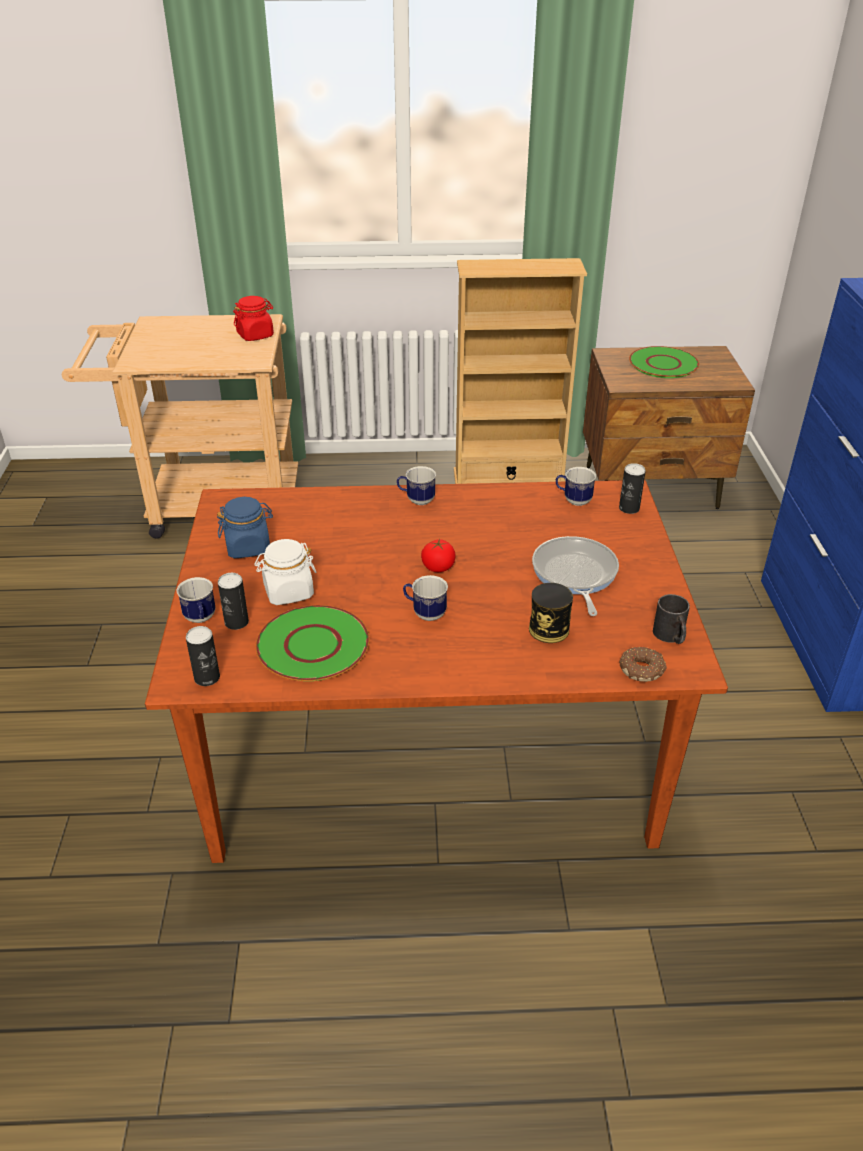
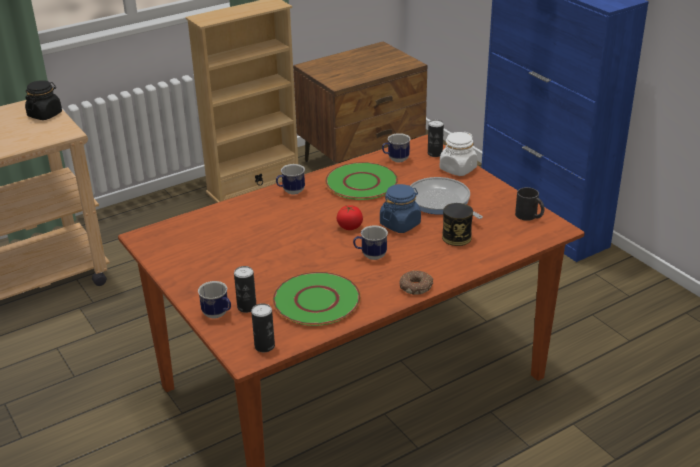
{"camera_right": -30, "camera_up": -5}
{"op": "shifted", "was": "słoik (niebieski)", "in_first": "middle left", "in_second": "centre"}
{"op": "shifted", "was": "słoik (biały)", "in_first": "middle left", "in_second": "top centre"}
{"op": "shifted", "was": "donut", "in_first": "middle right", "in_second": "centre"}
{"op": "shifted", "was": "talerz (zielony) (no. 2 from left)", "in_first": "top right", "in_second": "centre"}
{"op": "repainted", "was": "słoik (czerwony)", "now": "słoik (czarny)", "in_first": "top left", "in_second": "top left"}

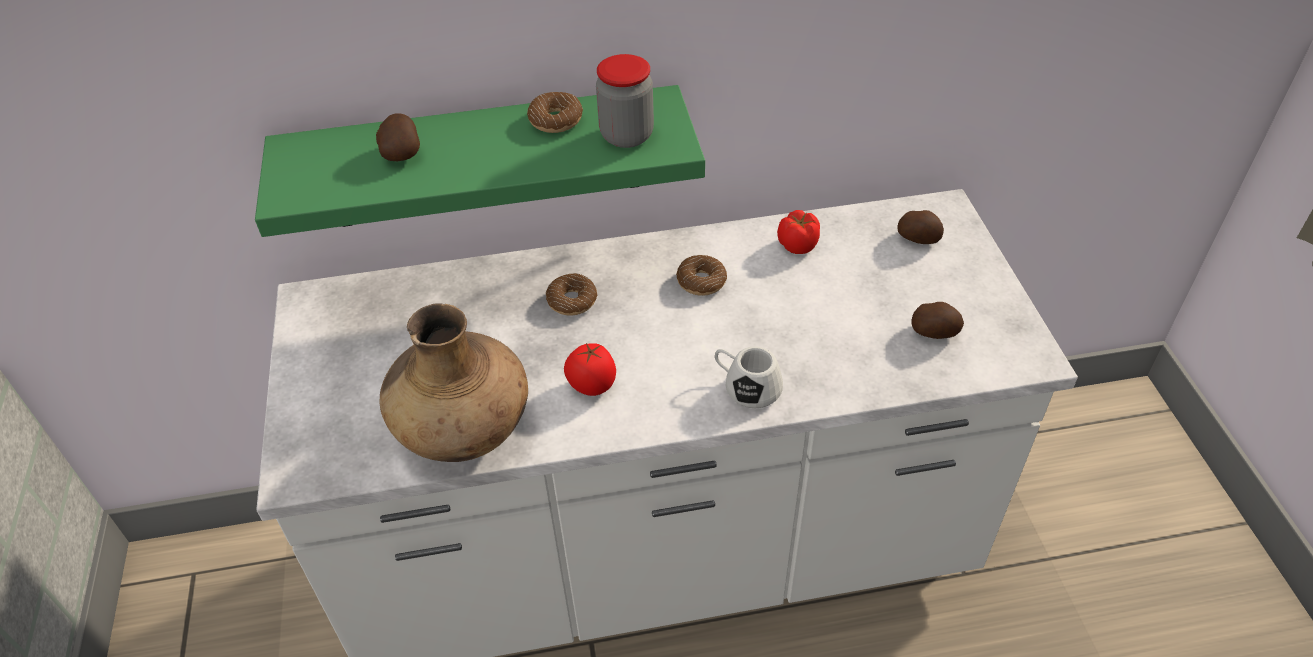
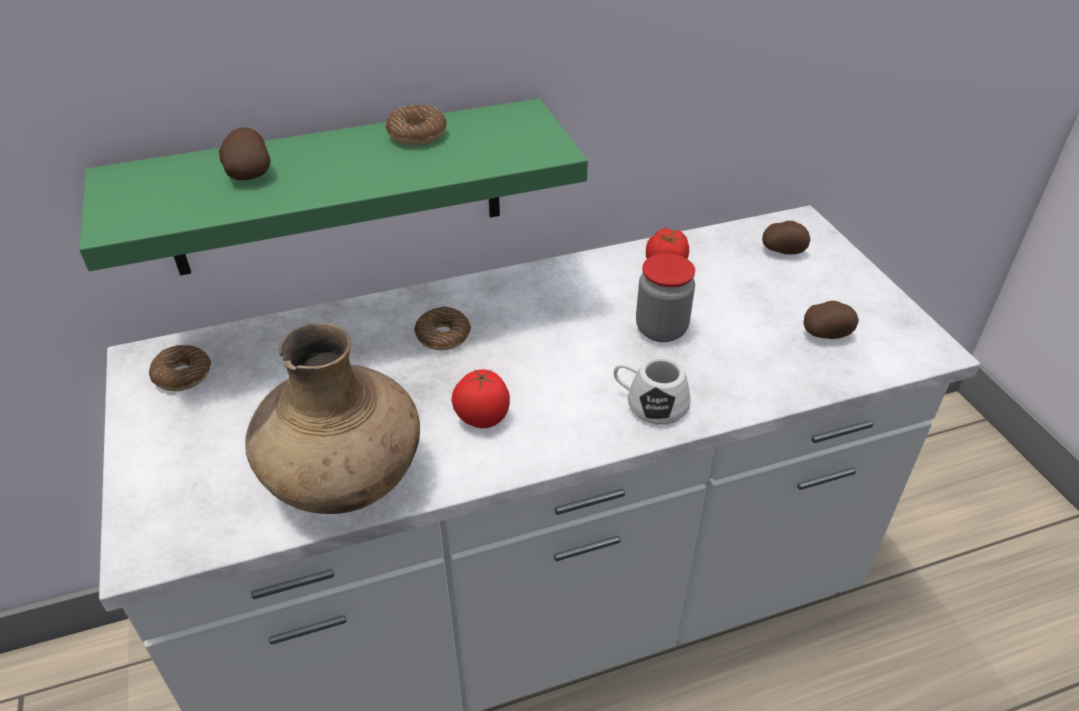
{"camera_right": -10, "camera_up": -5}
{"op": "shifted", "was": "słoik", "in_first": "top centre", "in_second": "centre"}
{"op": "shifted", "was": "donut (no. 3 from left in the first image)", "now": "donut (no. 1 from left)", "in_first": "centre", "in_second": "middle left"}

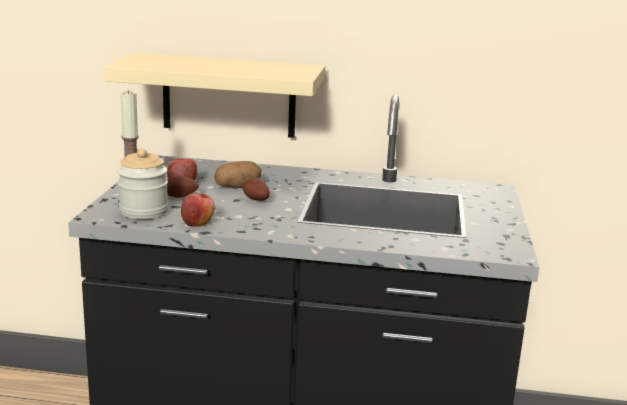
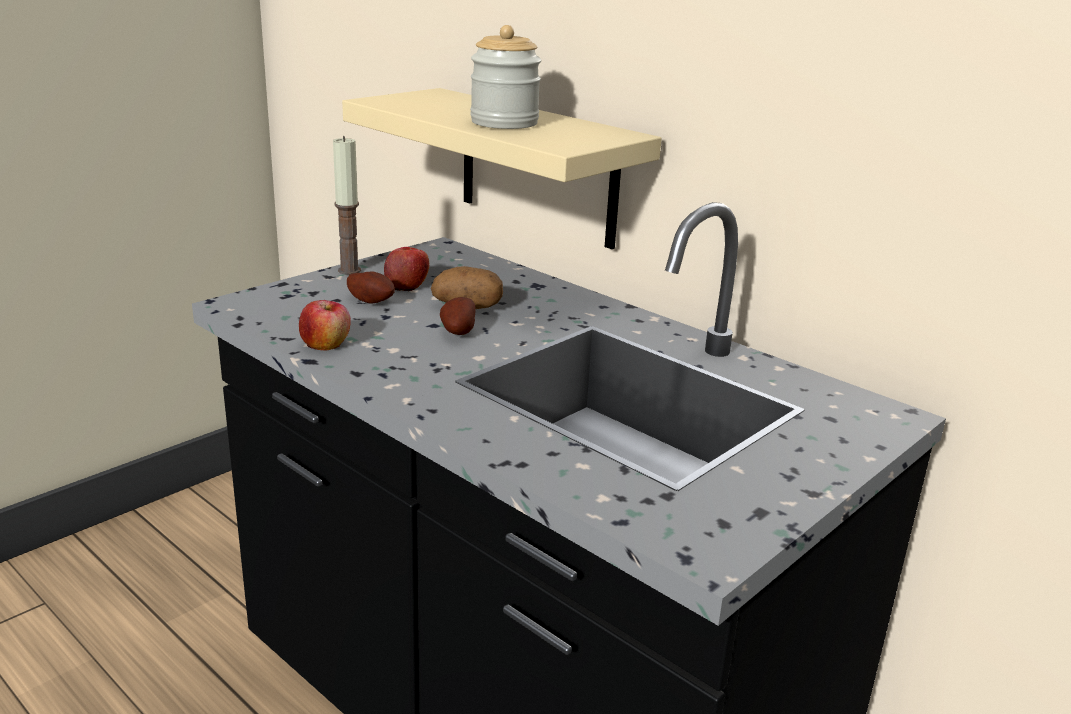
{"camera_right": 35, "camera_up": 5}
{"op": "shifted", "was": "słoik", "in_first": "middle left", "in_second": "top centre"}

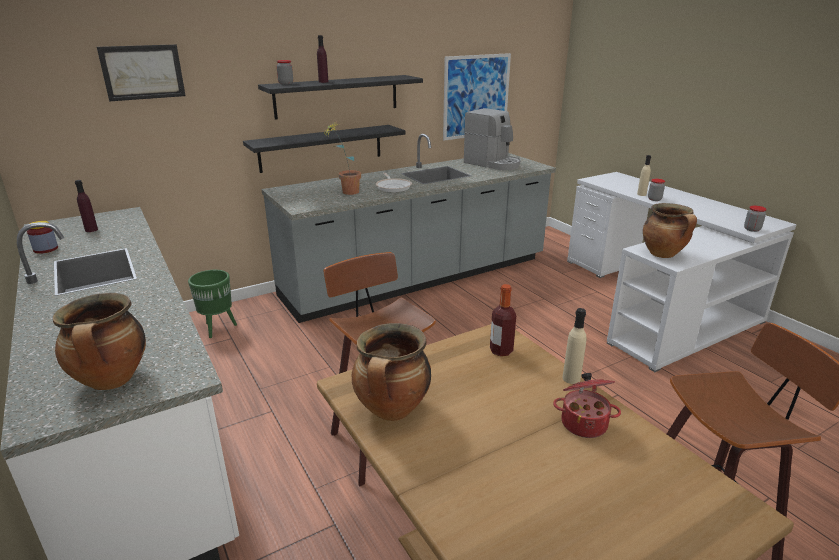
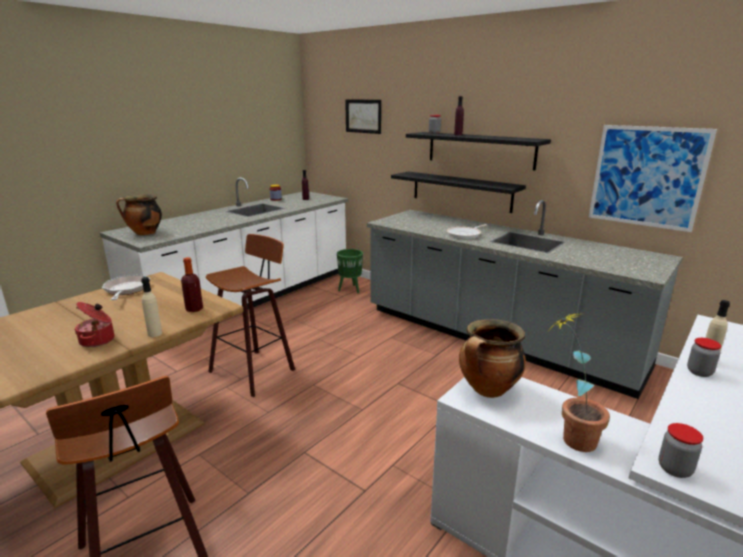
{"camera_right": 70, "camera_up": -5}
{"op": "gone", "was": "ekspres do kawy", "in_first": "top centre"}
{"op": "shifted", "was": "roślina doniczkowa", "in_first": "top centre", "in_second": "bottom right"}
{"op": "swapped", "was": "garnek (no. 2 from left)", "now": "patelnia (no. 1 from left)", "in_first": "centre", "in_second": "middle left"}

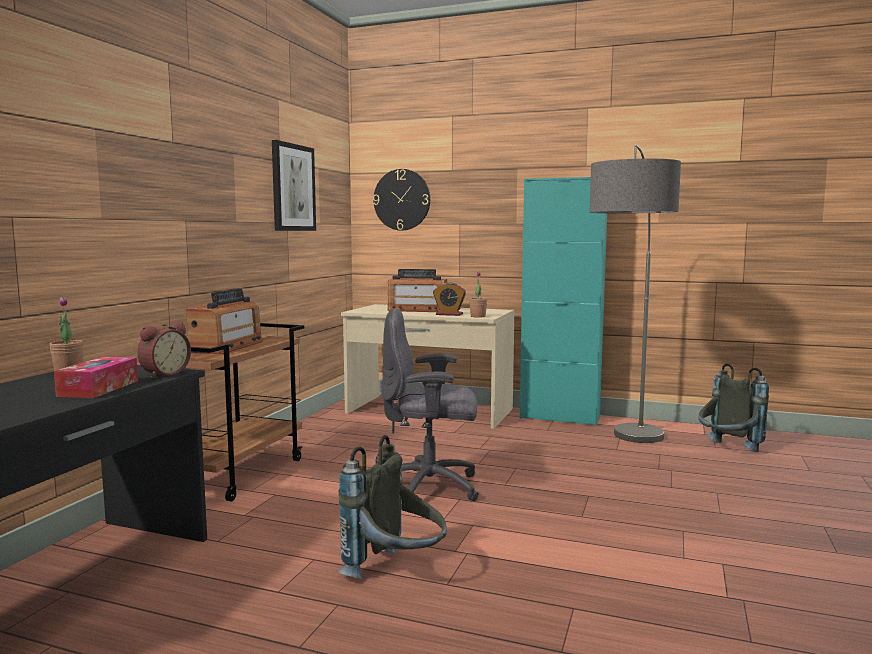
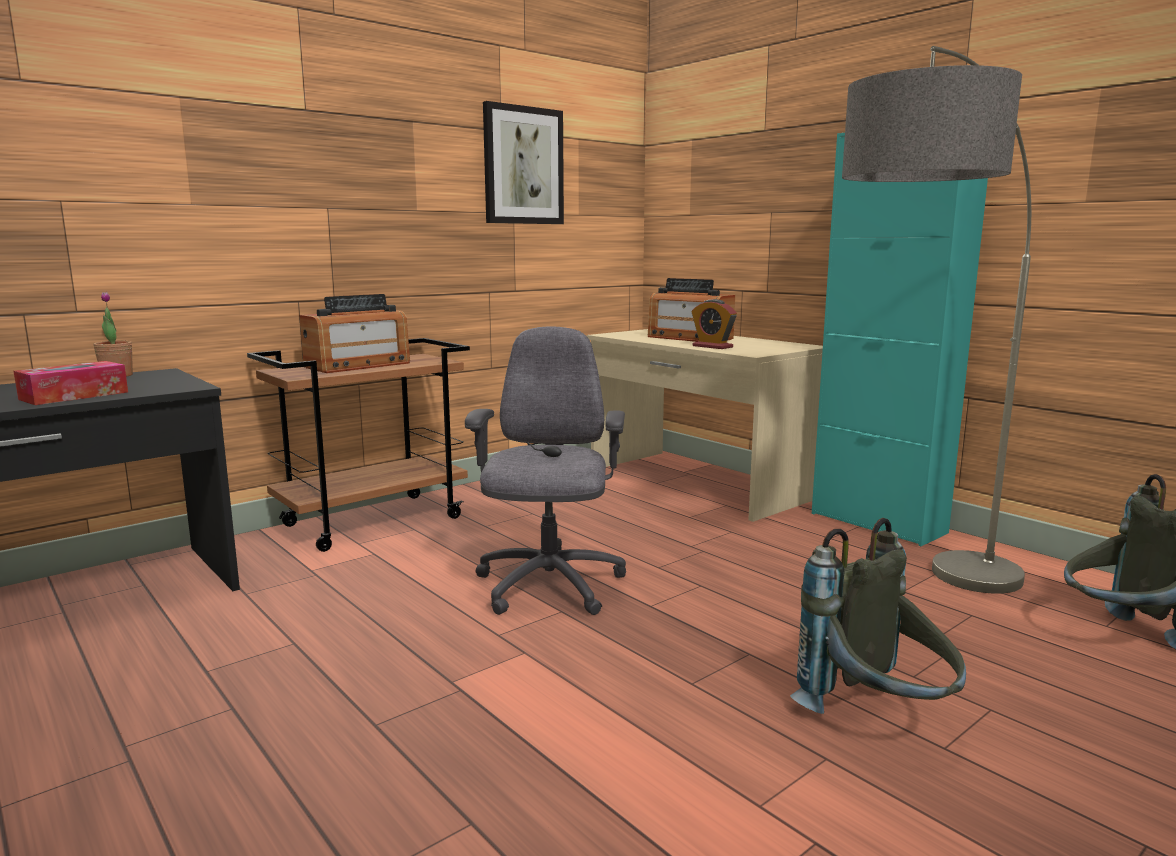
{"camera_right": 30, "camera_up": 5}
{"op": "gone", "was": "budzik (no. 1 from left)", "in_first": "middle left"}
{"op": "gone", "was": "zegar ścienny", "in_first": "top centre"}
{"op": "gone", "was": "roślina doniczkowa (no. 2 from left)", "in_first": "centre"}
{"op": "shifted", "was": "plecak (szary) (no. 1 from left)", "in_first": "bottom centre", "in_second": "bottom right"}
{"op": "rotated", "was": "krzesło biurowe (szary)", "in_first": "centre", "in_second": "centre", "clockwise": 60}

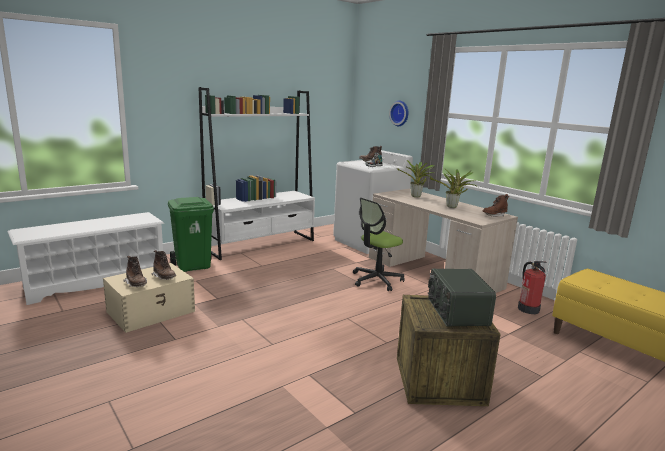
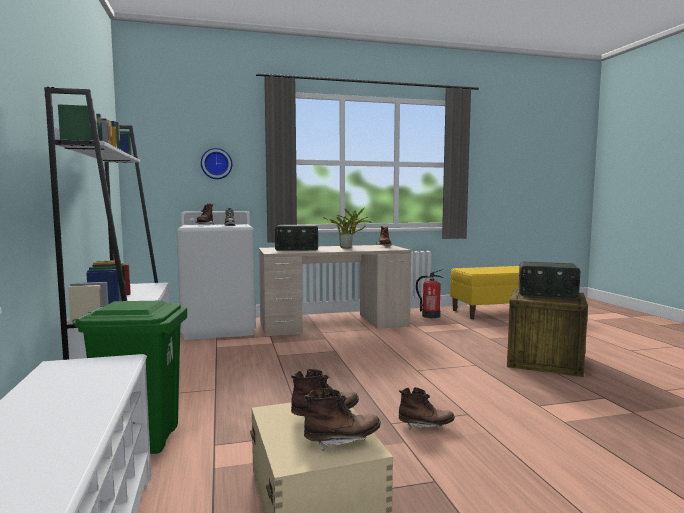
{"camera_right": -65, "camera_up": -10}
{"op": "gone", "was": "krzesło biurowe", "in_first": "centre"}
{"op": "new", "now": "but z cholewką (brązowy) (no. 5 from left)", "in_second": "bottom centre"}
{"op": "swapped", "was": "roślina doniczkowa (no. 1 from left)", "now": "radio (no. 1 from left)", "in_first": "centre", "in_second": "centre"}

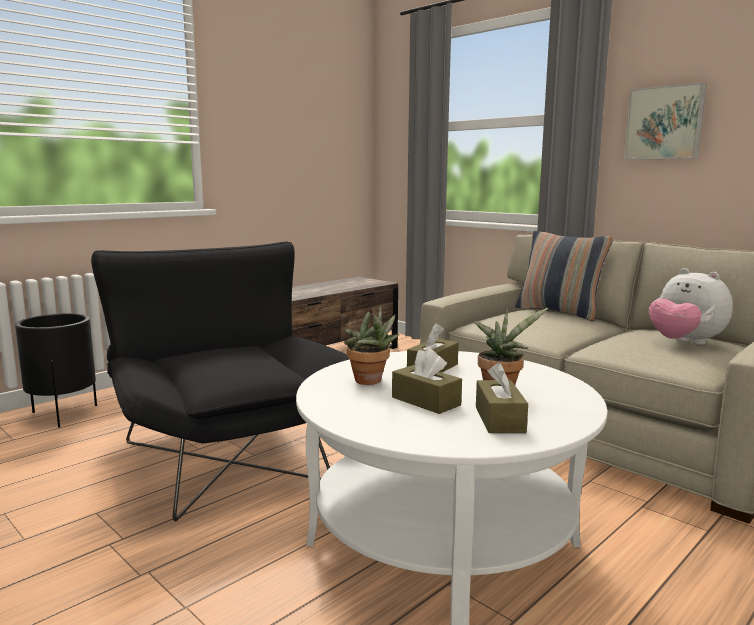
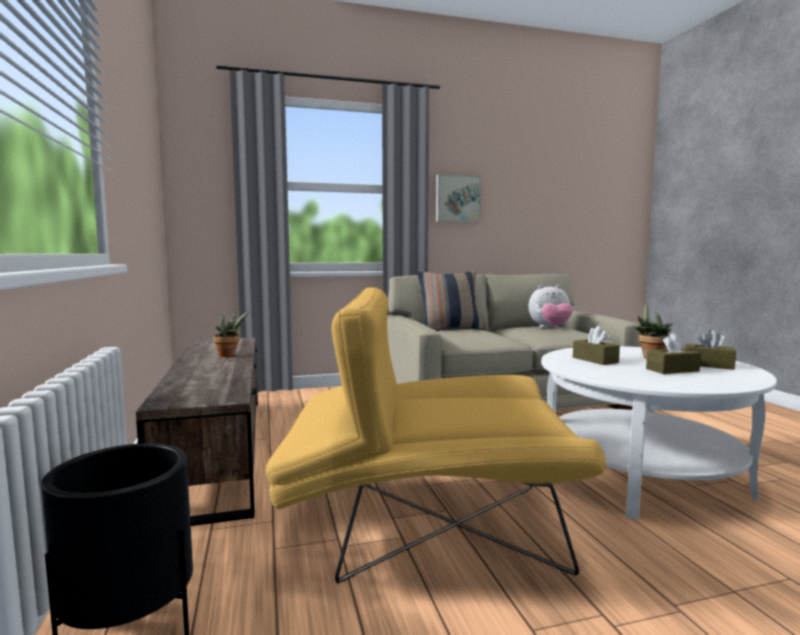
{"camera_right": -60, "camera_up": -5}
{"op": "shifted", "was": "roślina doniczkowa (no. 1 from left)", "in_first": "centre", "in_second": "middle left"}
{"op": "repainted", "was": "fotel (czarny)", "now": "fotel (żółty)", "in_first": "middle left", "in_second": "bottom centre"}

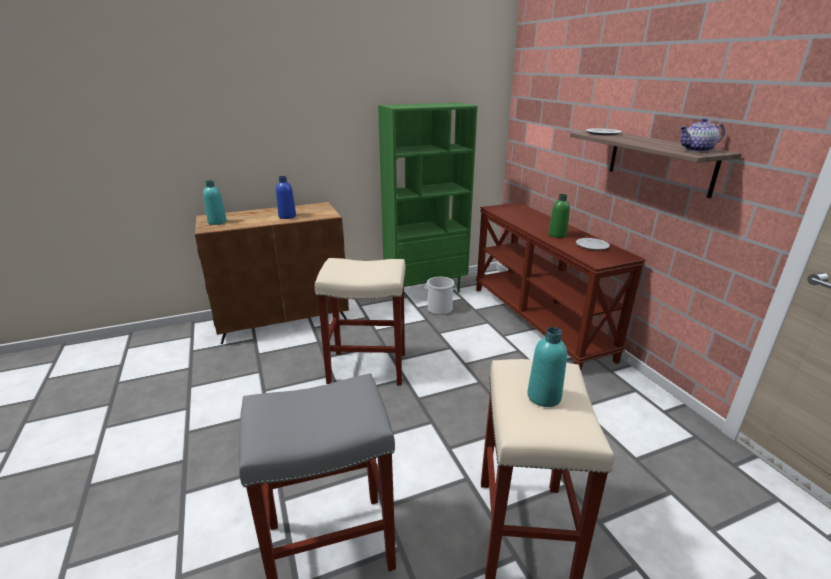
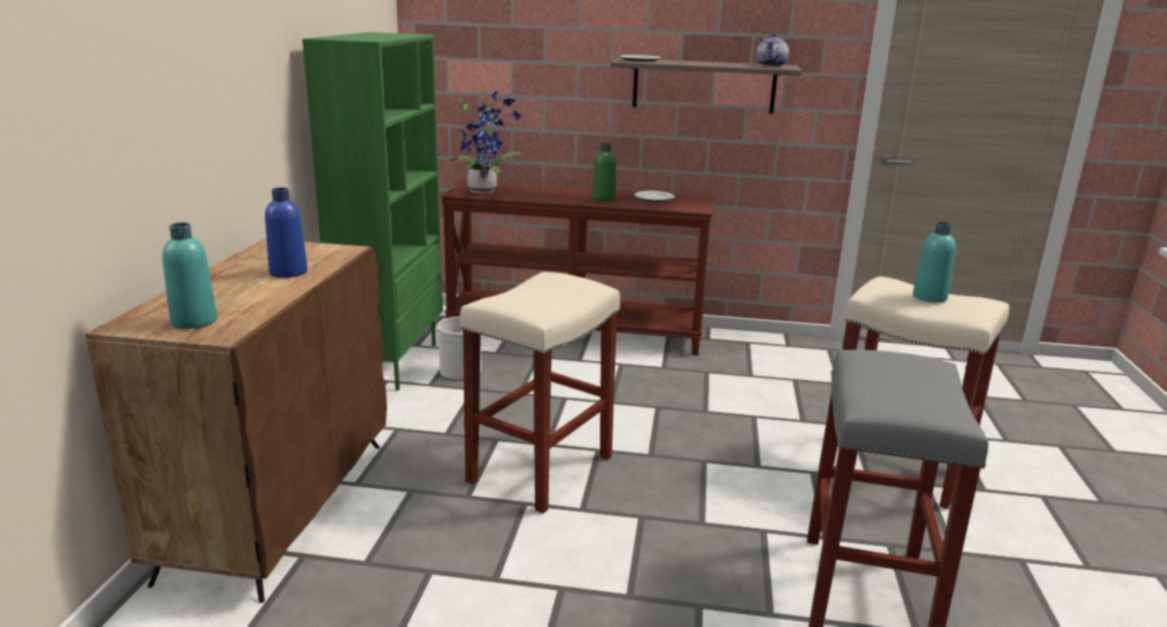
{"camera_right": -60, "camera_up": -5}
{"op": "new", "now": "roślina doniczkowa", "in_second": "top centre"}

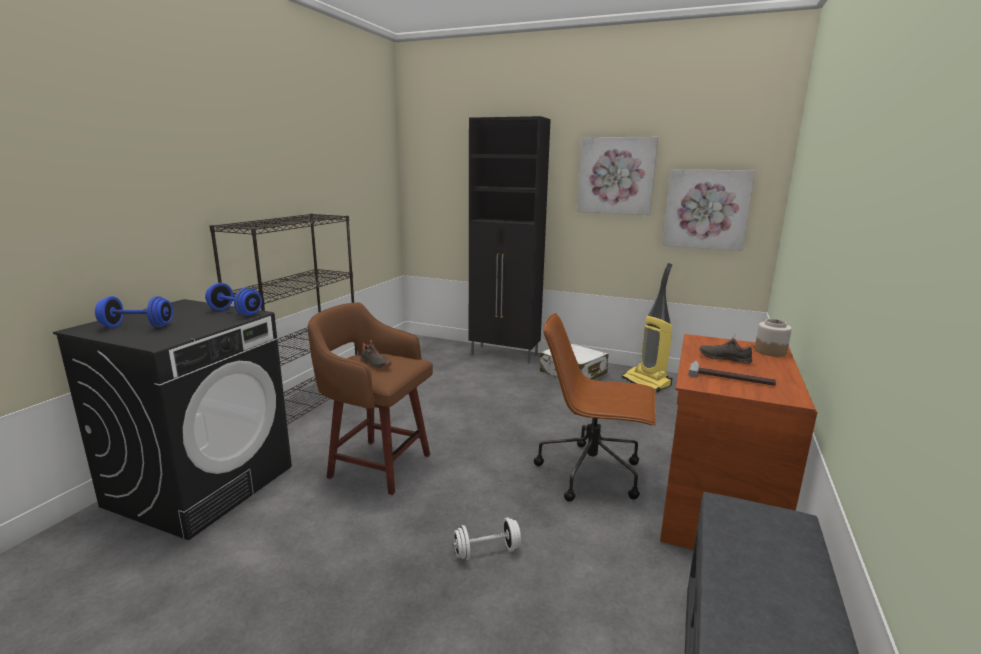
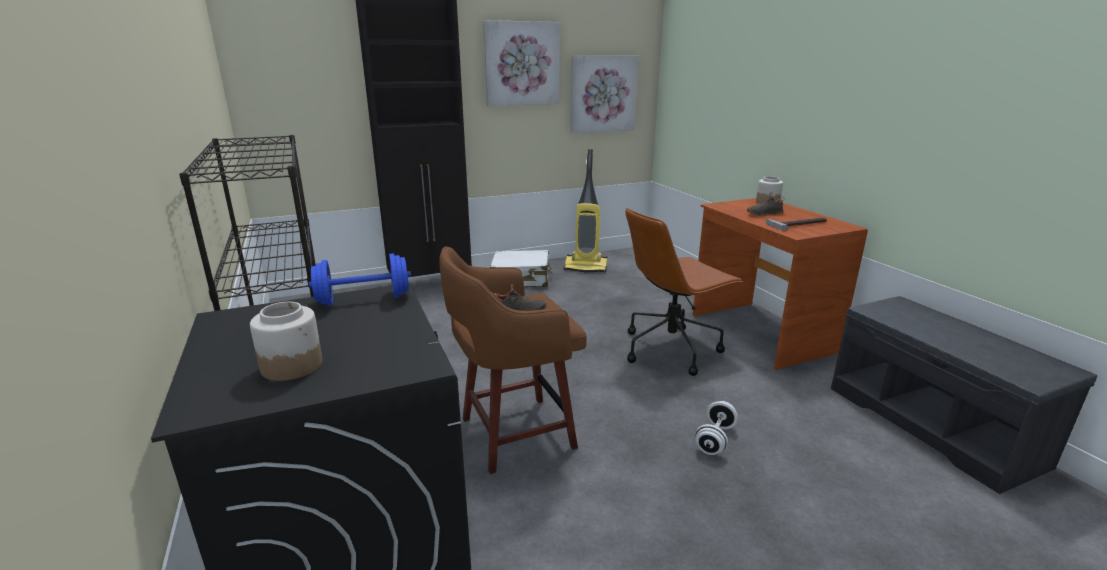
{"camera_right": -45, "camera_up": 5}
{"op": "swapped", "was": "hantel (niebieski) (no. 1 from left)", "now": "słoik (no. 1 from left)", "in_first": "middle left", "in_second": "middle left"}

